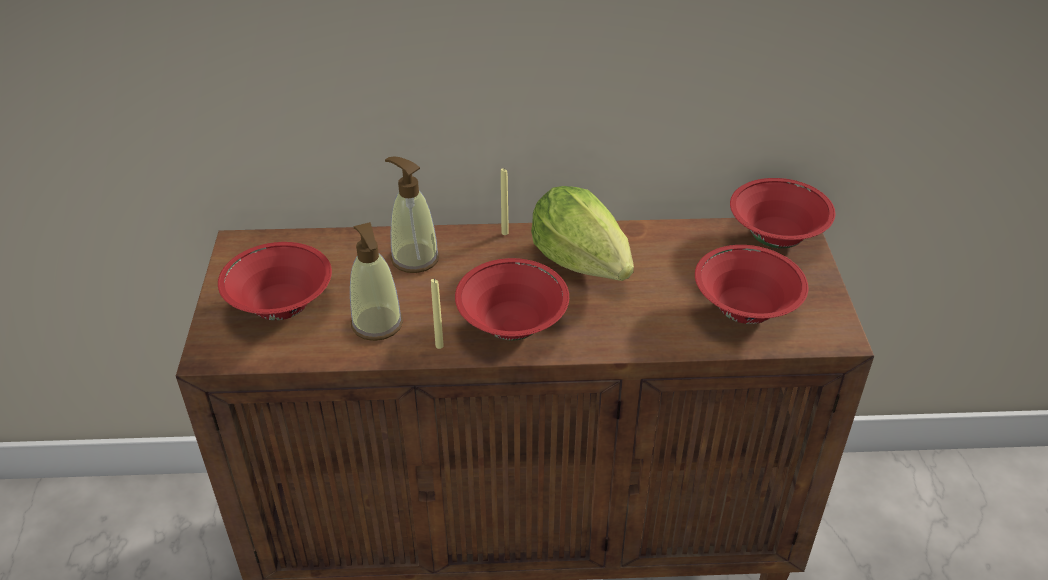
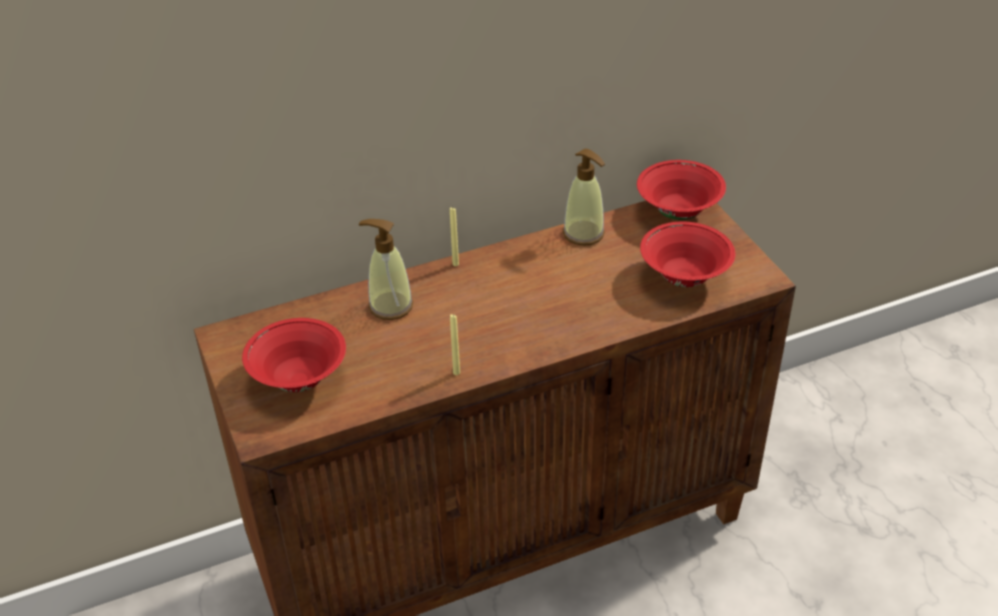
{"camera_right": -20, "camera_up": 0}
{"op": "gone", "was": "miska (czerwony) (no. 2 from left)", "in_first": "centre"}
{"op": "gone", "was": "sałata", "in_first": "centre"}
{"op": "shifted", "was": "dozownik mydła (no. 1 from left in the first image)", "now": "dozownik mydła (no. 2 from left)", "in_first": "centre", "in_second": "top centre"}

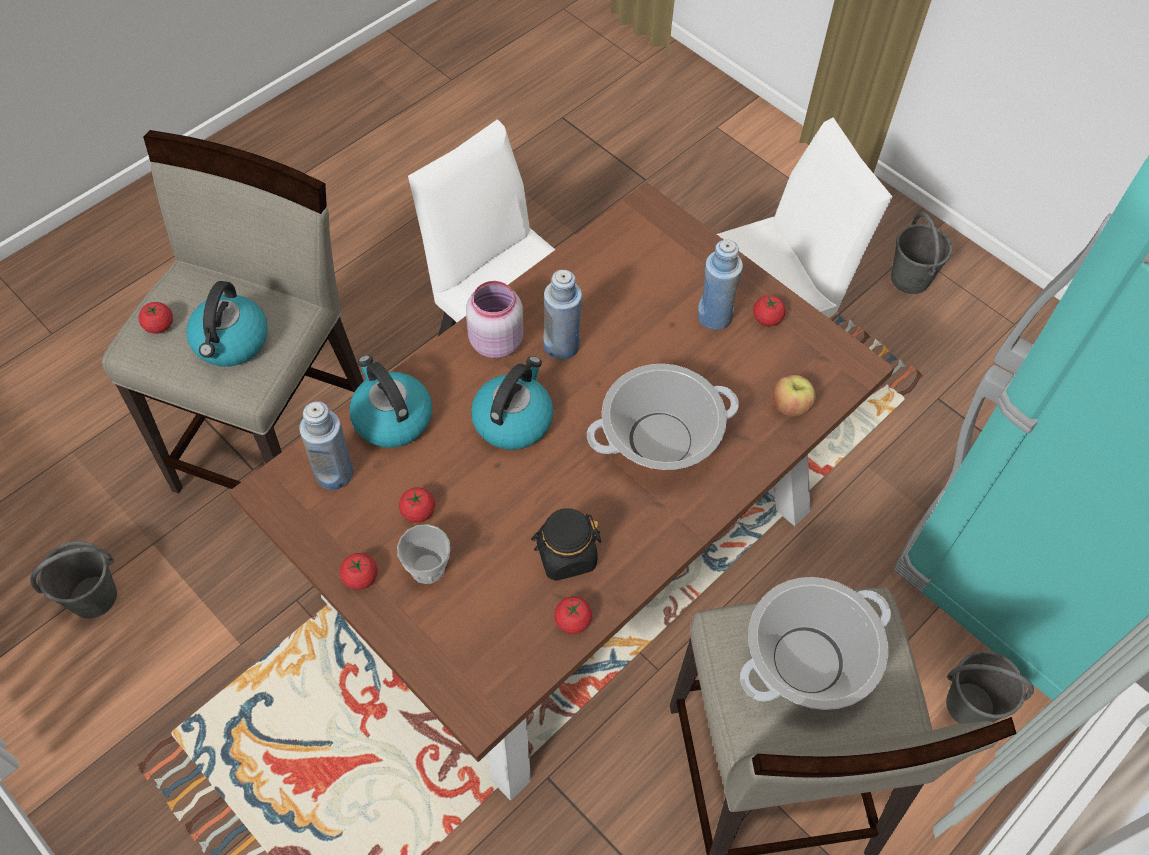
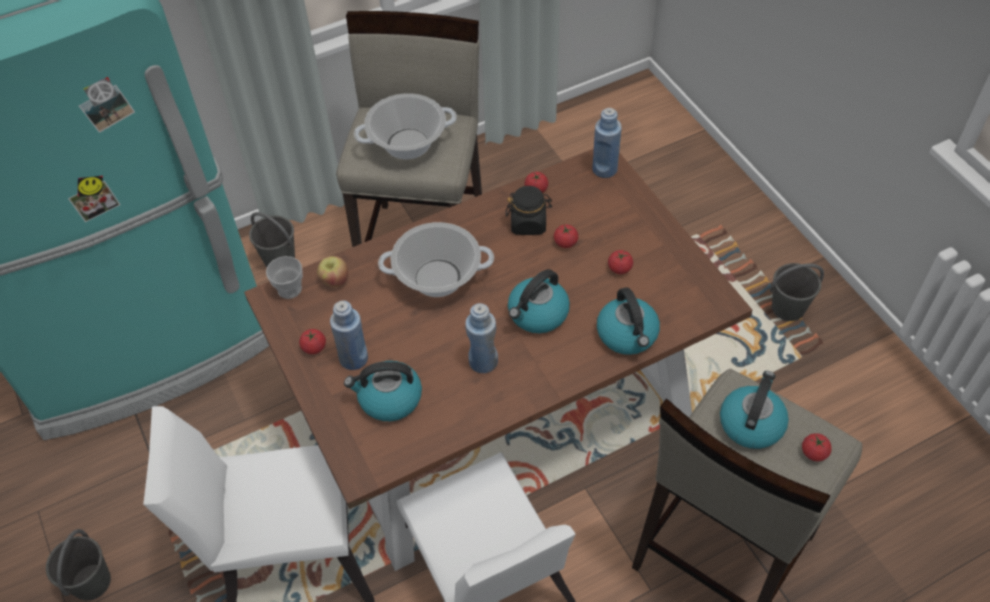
{"camera_right": -160, "camera_up": -5}
{"op": "gone", "was": "słoik (różowy)", "in_first": "centre"}
{"op": "new", "now": "czajnik (no. 1 from left)", "in_second": "centre"}
{"op": "shifted", "was": "wiadro (szary) (no. 1 from left in the first image)", "now": "wiadro (szary) (no. 3 from left)", "in_first": "bottom left", "in_second": "middle right"}
{"op": "shifted", "was": "butelka (niebieski) (no. 1 from left in the first image)", "now": "butelka (niebieski) (no. 3 from left)", "in_first": "middle left", "in_second": "top centre"}
{"op": "shifted", "was": "pomidor (no. 2 from left in the first image)", "now": "pomidor (no. 3 from left)", "in_first": "bottom left", "in_second": "centre"}
{"op": "shifted", "was": "filiżanka", "in_first": "centre", "in_second": "middle left"}

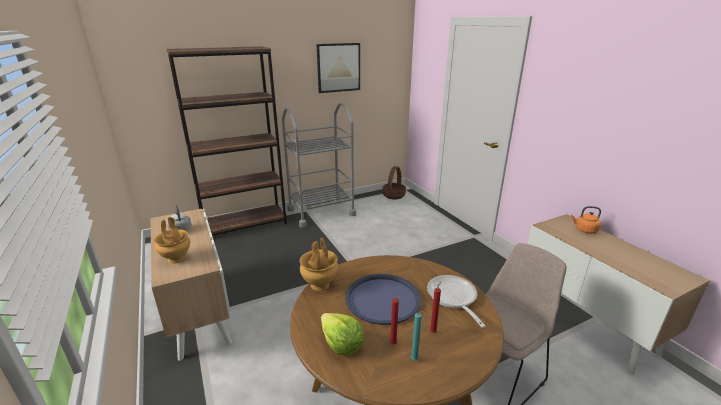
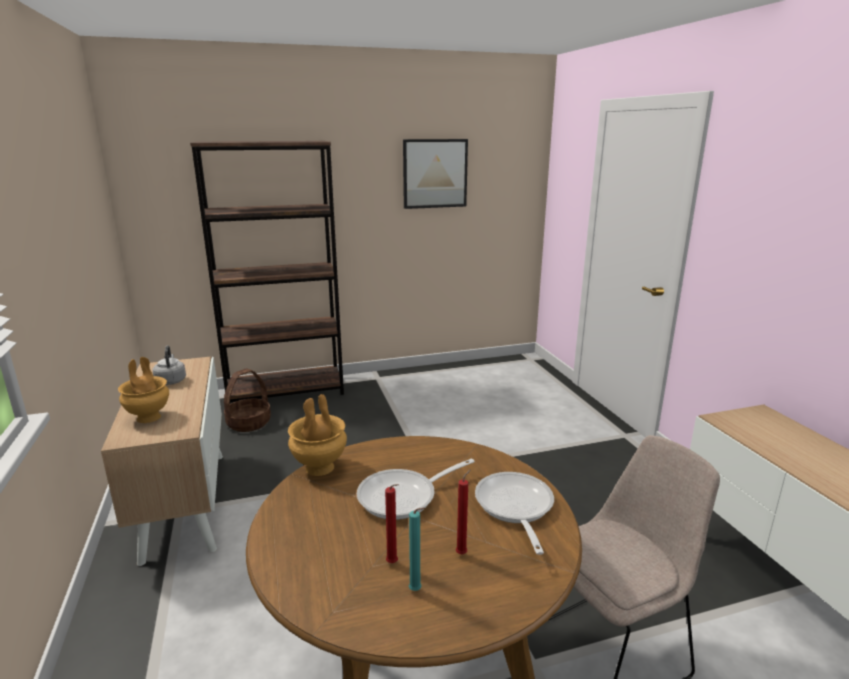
{"camera_right": 10, "camera_up": -5}
{"op": "gone", "was": "wózek (szary)", "in_first": "centre"}
{"op": "gone", "was": "sałata", "in_first": "bottom centre"}
{"op": "gone", "was": "czajnik (pomarańczowy)", "in_first": "middle right"}
{"op": "shifted", "was": "koszyk", "in_first": "centre", "in_second": "middle left"}
{"op": "swapped", "was": "taca (niebieski)", "now": "patelnia (no. 1 from left)", "in_first": "bottom centre", "in_second": "bottom centre"}

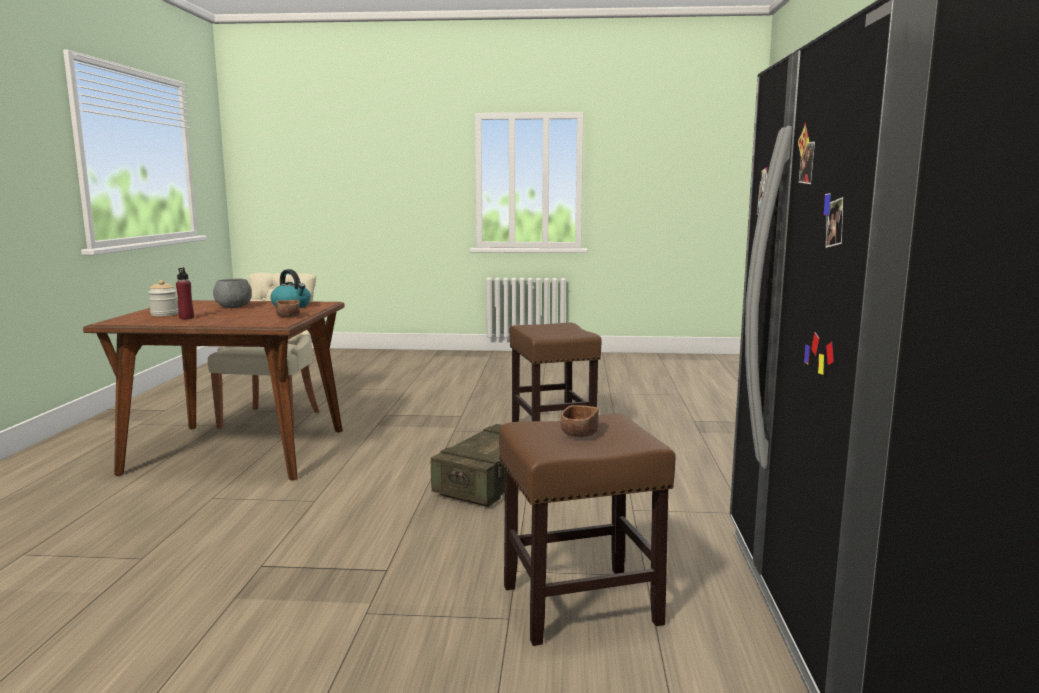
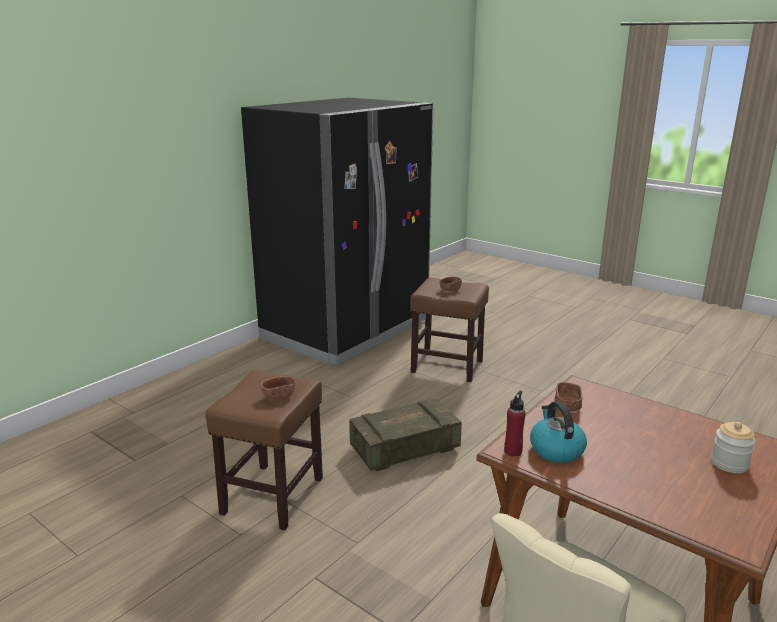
{"camera_right": -145, "camera_up": 10}
{"op": "gone", "was": "miska (szary)", "in_first": "middle left"}
{"op": "new", "now": "miska (brązowy) (no. 1 from left)", "in_second": "centre"}
{"op": "shifted", "was": "butelka (czerwony)", "in_first": "middle left", "in_second": "bottom centre"}

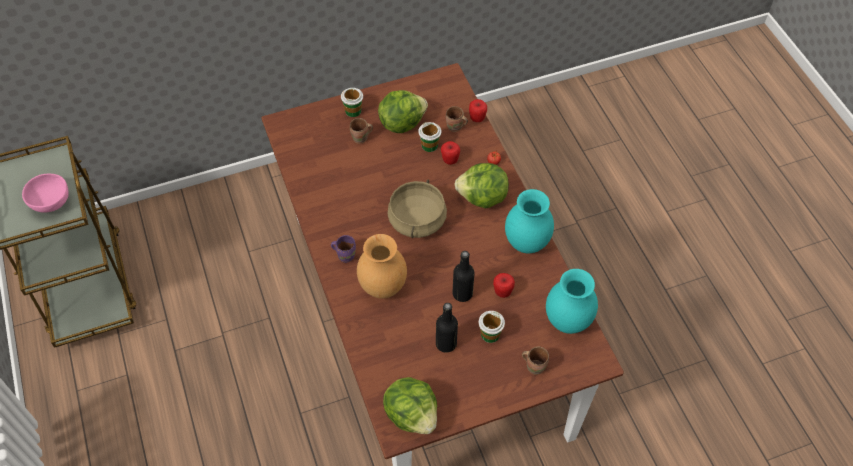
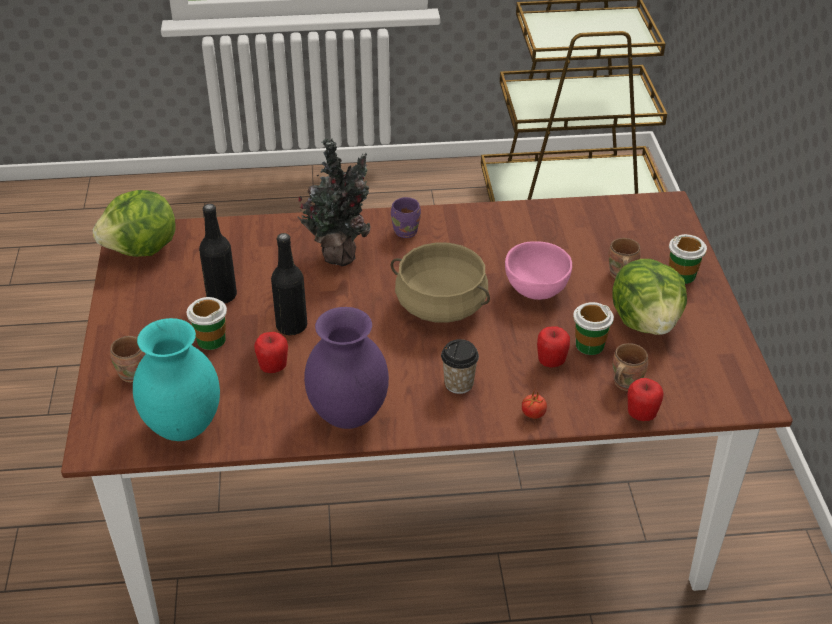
{"camera_right": 105, "camera_up": -15}
{"op": "shifted", "was": "miska (różowy)", "in_first": "middle left", "in_second": "centre"}
{"op": "swapped", "was": "wazon (brązowy)", "now": "roślina doniczkowa", "in_first": "centre", "in_second": "top centre"}
{"op": "swapped", "was": "sałata (no. 3 from left)", "now": "filiżanka (no. 2 from left)", "in_first": "centre", "in_second": "centre"}
{"op": "repainted", "was": "wazon (turkusowy) (no. 1 from left)", "now": "wazon (fioletowy)", "in_first": "centre", "in_second": "centre"}

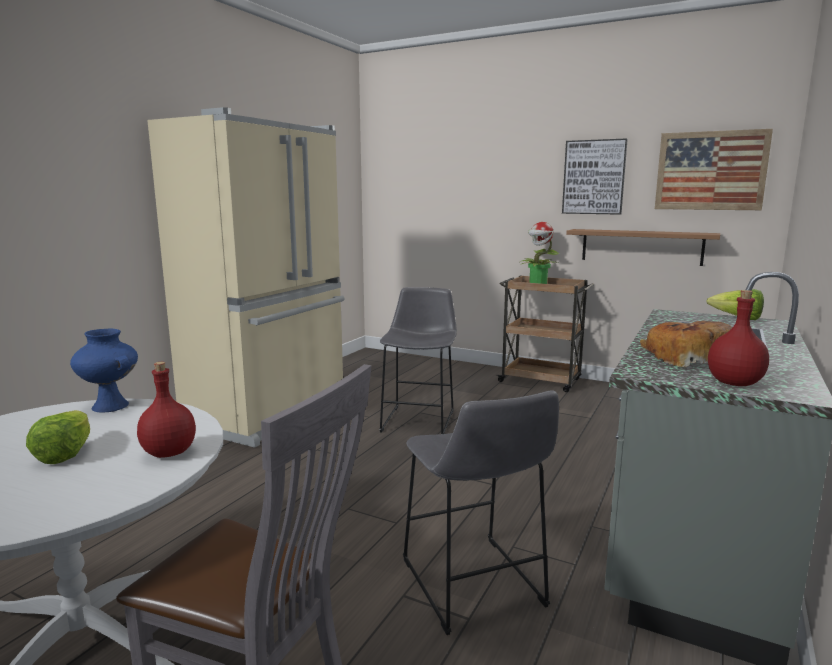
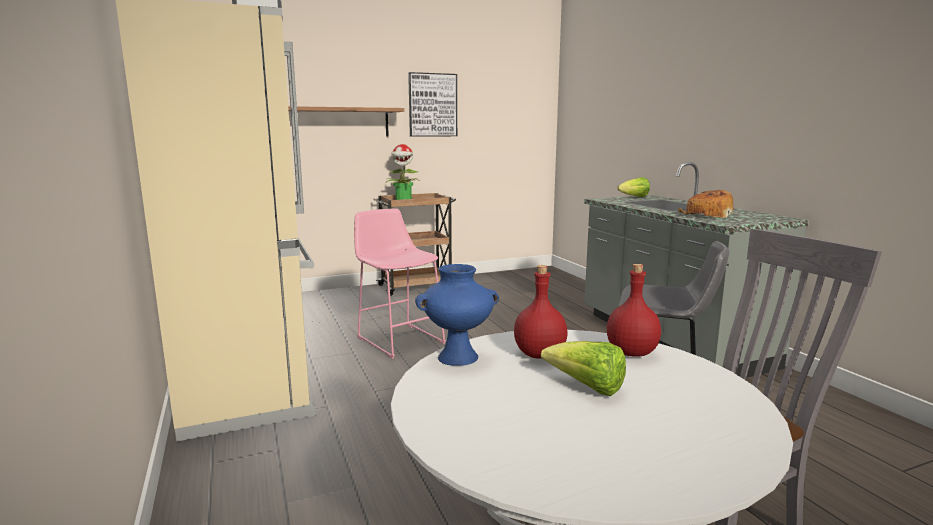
{"camera_right": -50, "camera_up": 0}
{"op": "gone", "was": "obraz (no. 2 from left)", "in_first": "top right"}
{"op": "shifted", "was": "półka", "in_first": "middle right", "in_second": "top centre"}
{"op": "shifted", "was": "butelka (czerwony) (no. 2 from left in the first image)", "now": "butelka (czerwony) (no. 1 from left)", "in_first": "middle right", "in_second": "centre"}
{"op": "repainted", "was": "stołek (szary) (no. 1 from left)", "now": "stołek (różowy)", "in_first": "centre", "in_second": "centre"}

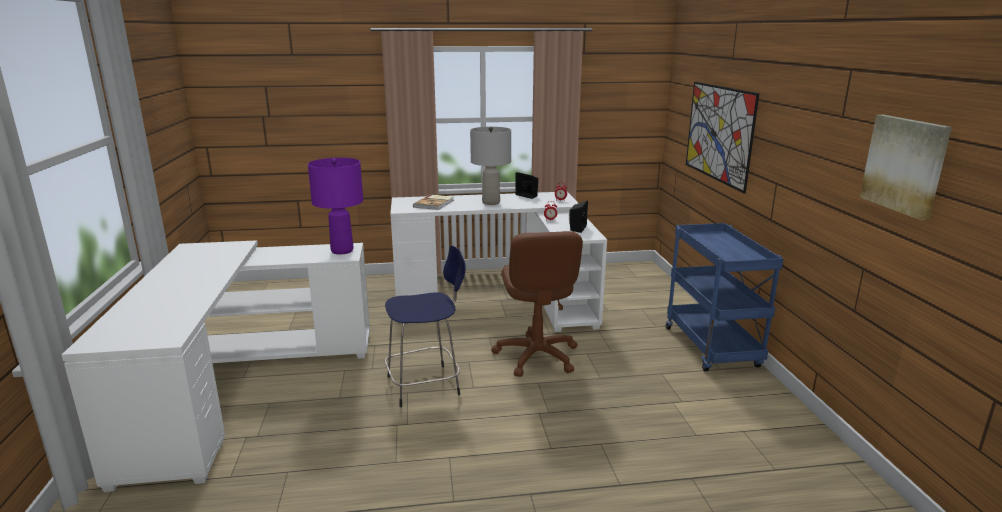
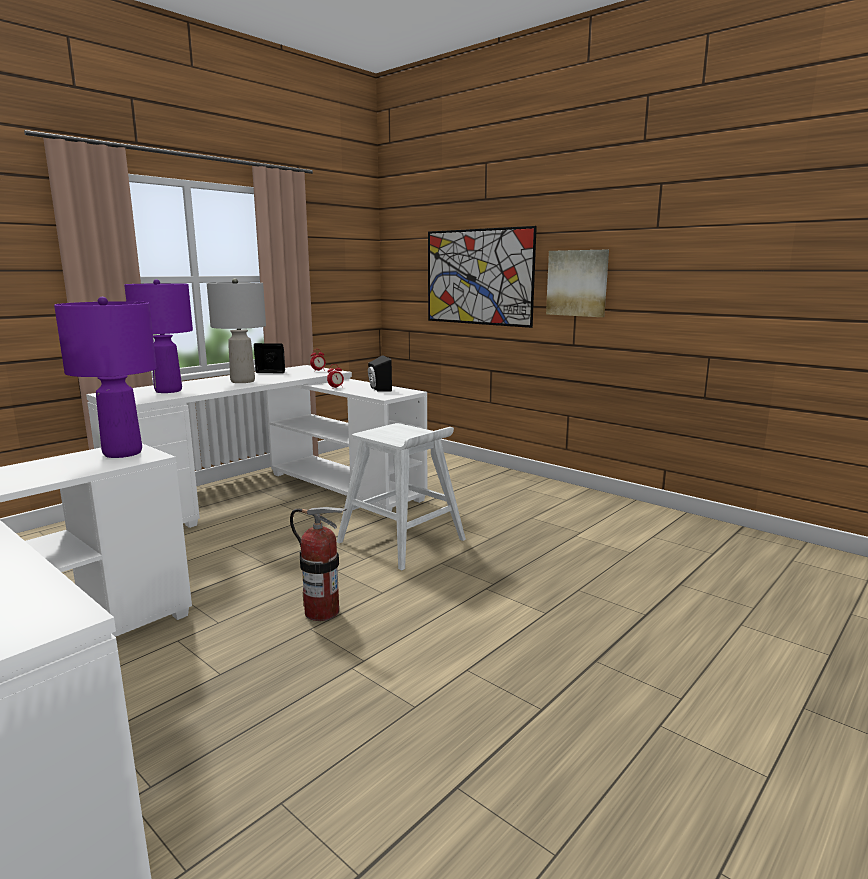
{"camera_right": -40, "camera_up": -5}
{"op": "gone", "was": "wózek (niebieski)", "in_first": "middle right"}
{"op": "shifted", "was": "obraz (no. 2 from left)", "in_first": "top right", "in_second": "top centre"}
{"op": "swapped", "was": "stołek (niebieski)", "now": "gaśnica", "in_first": "centre", "in_second": "centre"}
{"op": "swapped", "was": "książka", "now": "lampa stołowa (fioletowy) (no. 2 from left)", "in_first": "centre", "in_second": "middle left"}
{"op": "swapped", "was": "krzesło biurowe (brązowy)", "now": "stołek (biały)", "in_first": "centre", "in_second": "centre"}

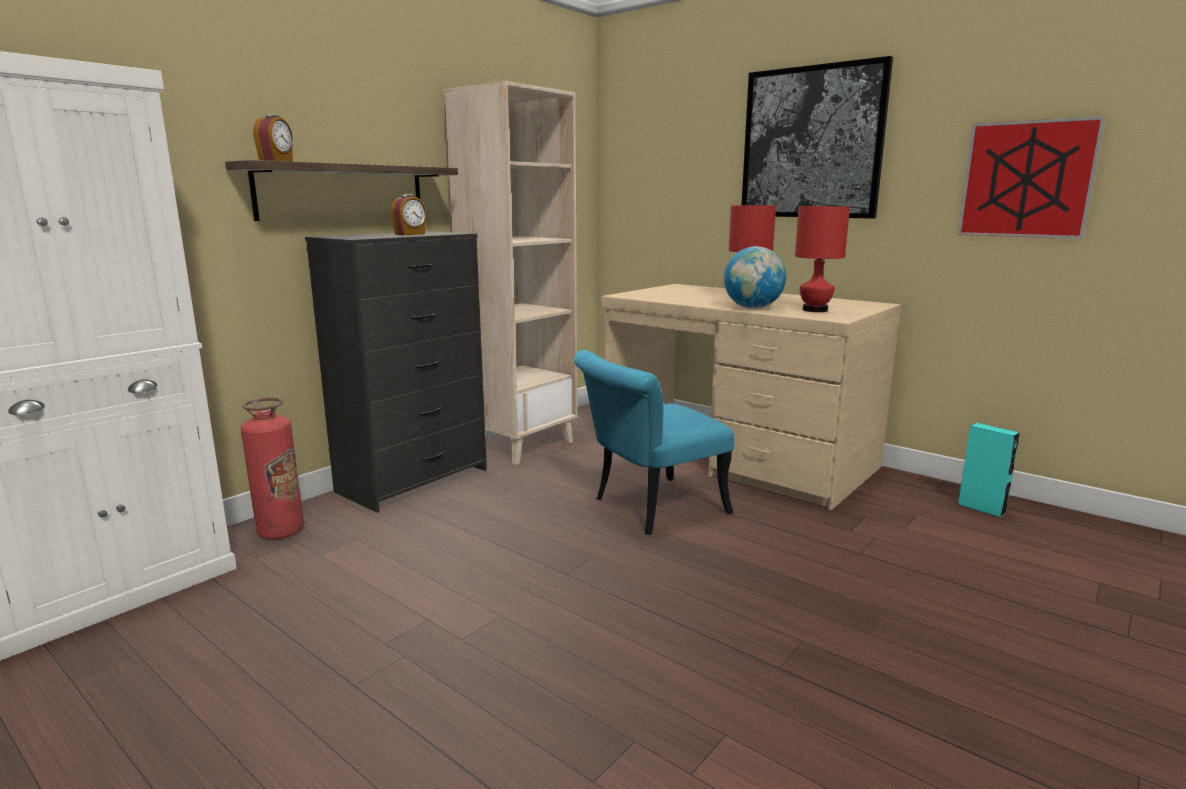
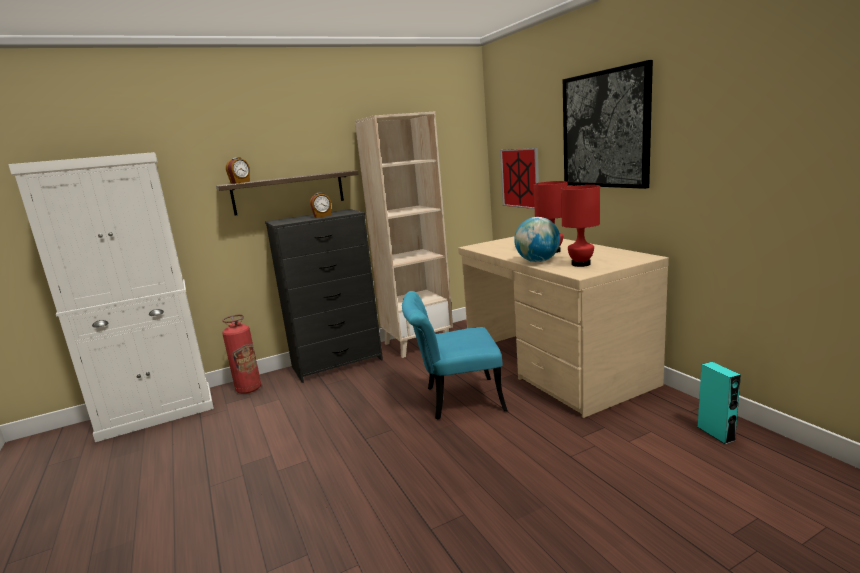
{"camera_right": 25, "camera_up": 0}
{"op": "shifted", "was": "obraz (no. 2 from left in the first image)", "now": "obraz (no. 1 from left)", "in_first": "top right", "in_second": "top centre"}

